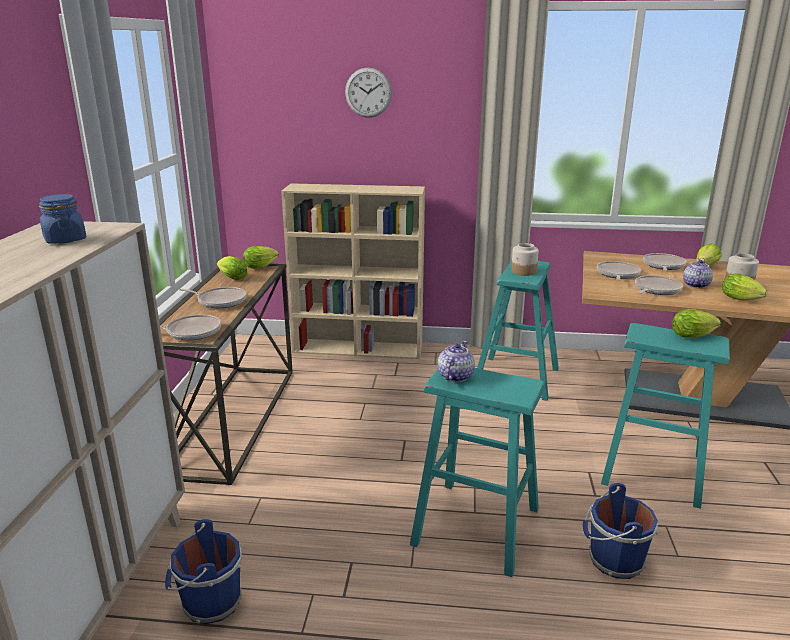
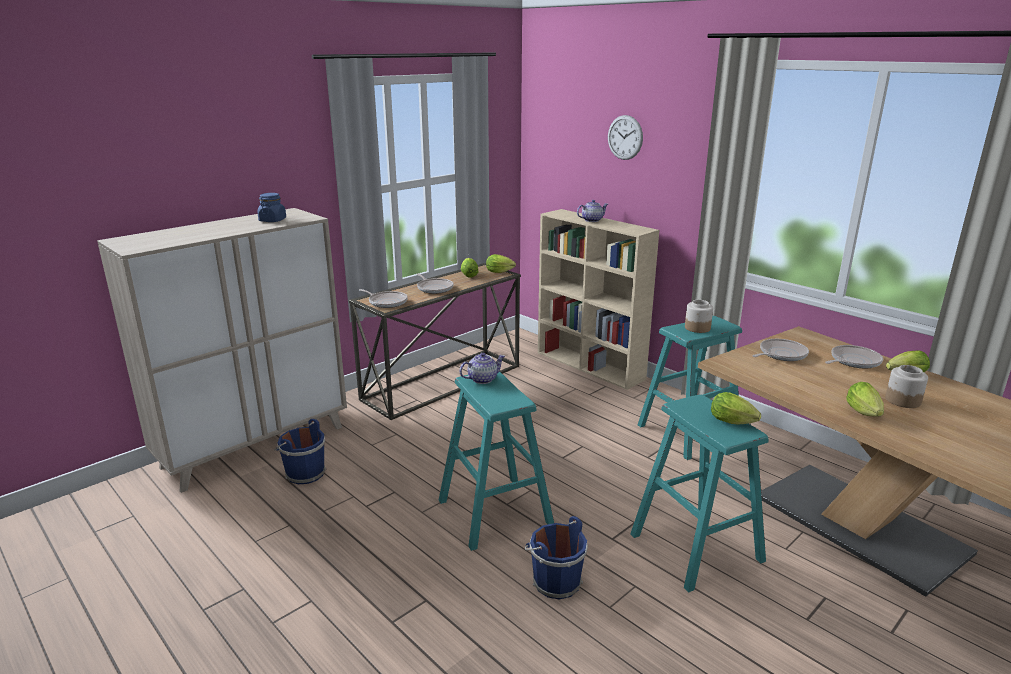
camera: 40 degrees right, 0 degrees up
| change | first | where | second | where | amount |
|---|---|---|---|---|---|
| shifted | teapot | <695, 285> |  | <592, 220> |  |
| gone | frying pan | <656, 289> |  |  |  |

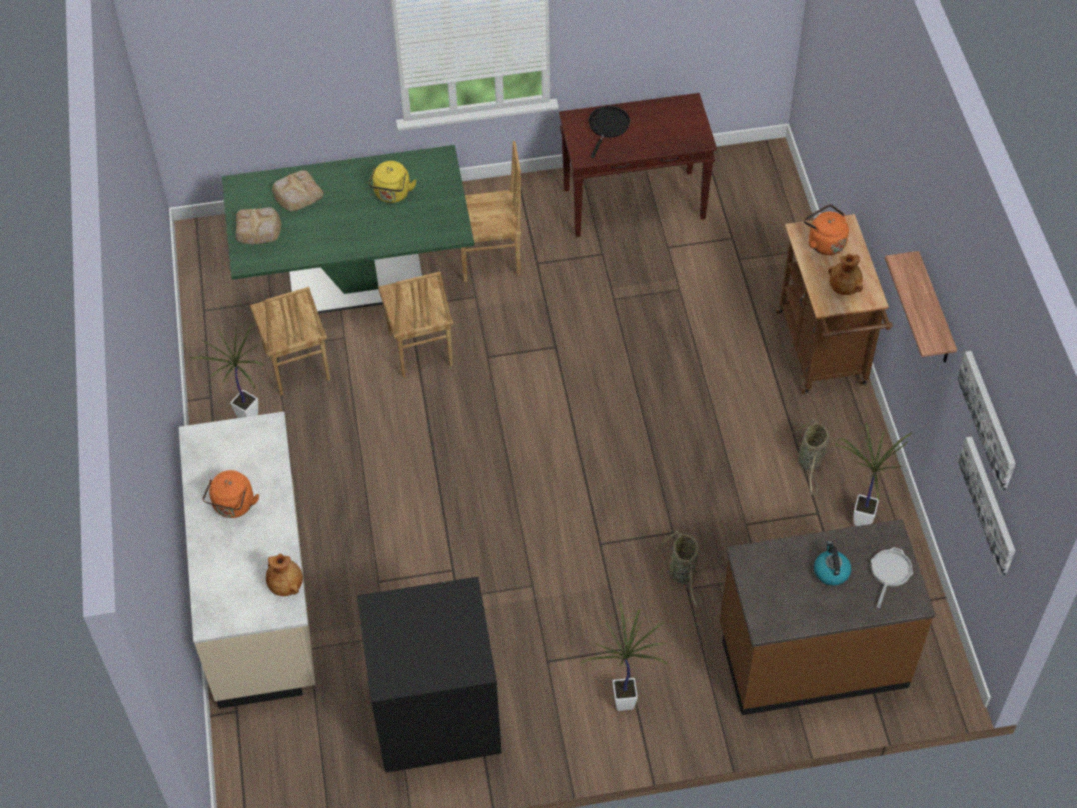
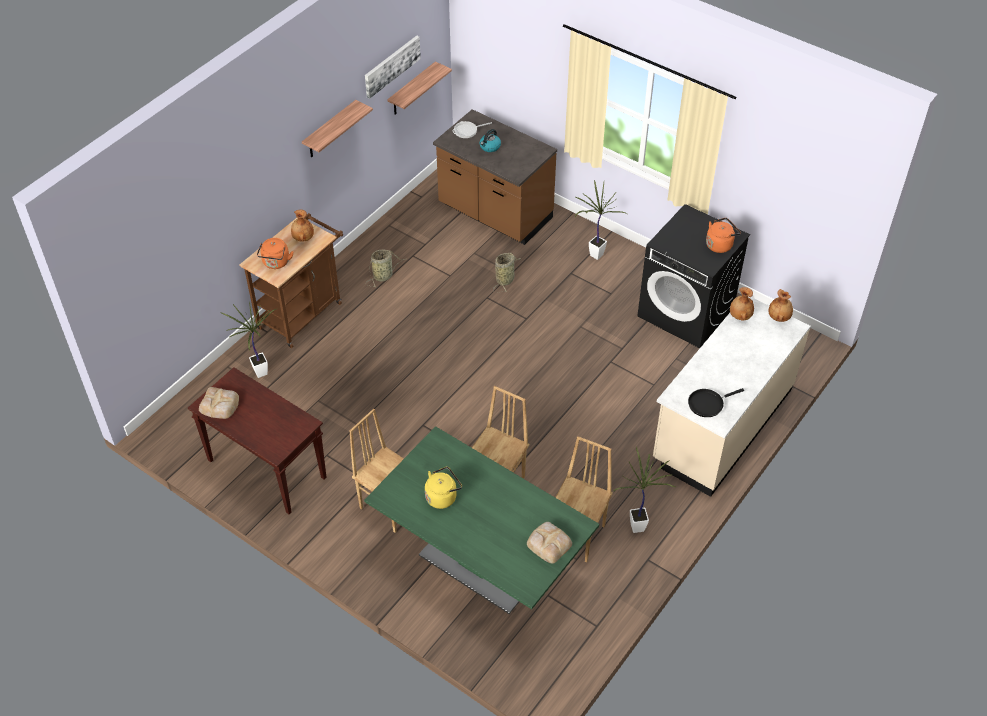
camera: 135 degrees left, 5 degrees down
| change | first | where | second | where | amount |
|---|---|---|---|---|---|
| shifted | bread | <296, 193> |  | <220, 405> |  |
| shifted | potted plant | <859, 518> |  | <260, 375> |  |
| swapped | picture | <989, 504> | shelf | <412, 90> |  |
| shifted | black frying pan | <608, 127> |  | <708, 404> |  |
| shifted | orange kettle | <233, 506> |  | <720, 244> |  |
| new |  |  | brown vase | <779, 317> |  |

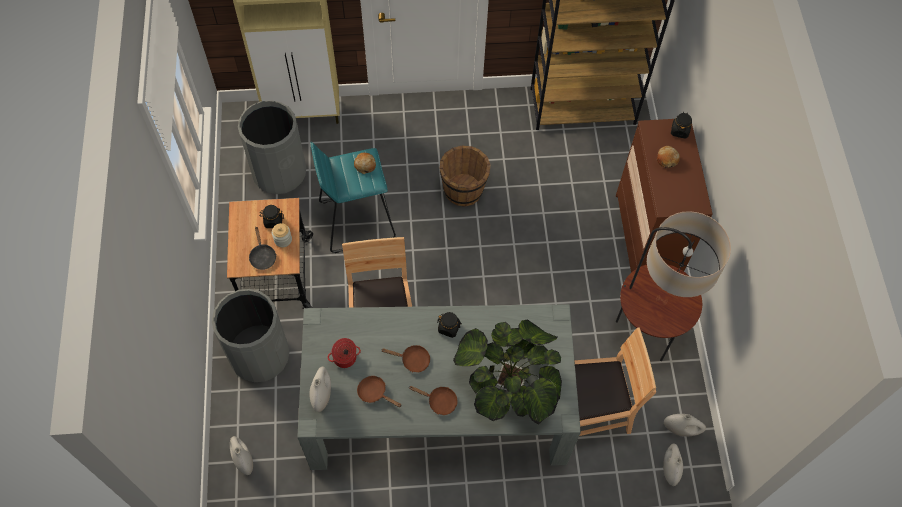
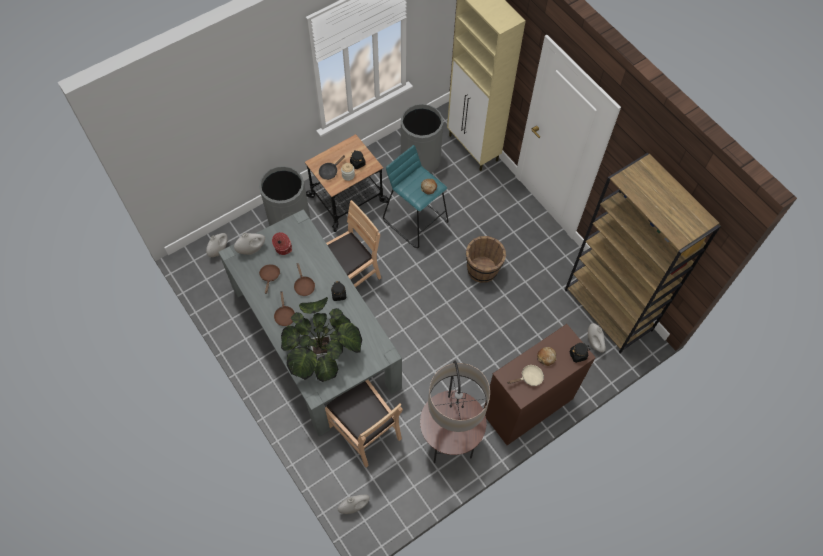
camera: 60 degrees right, 0 degrees up
| change | first | where | second | where | amount |
|---|---|---|---|---|---|
| new |  |  | beige frying pan | <529, 378> |  |
| shifted | white vase | <680, 430> |  | <594, 343> |  |

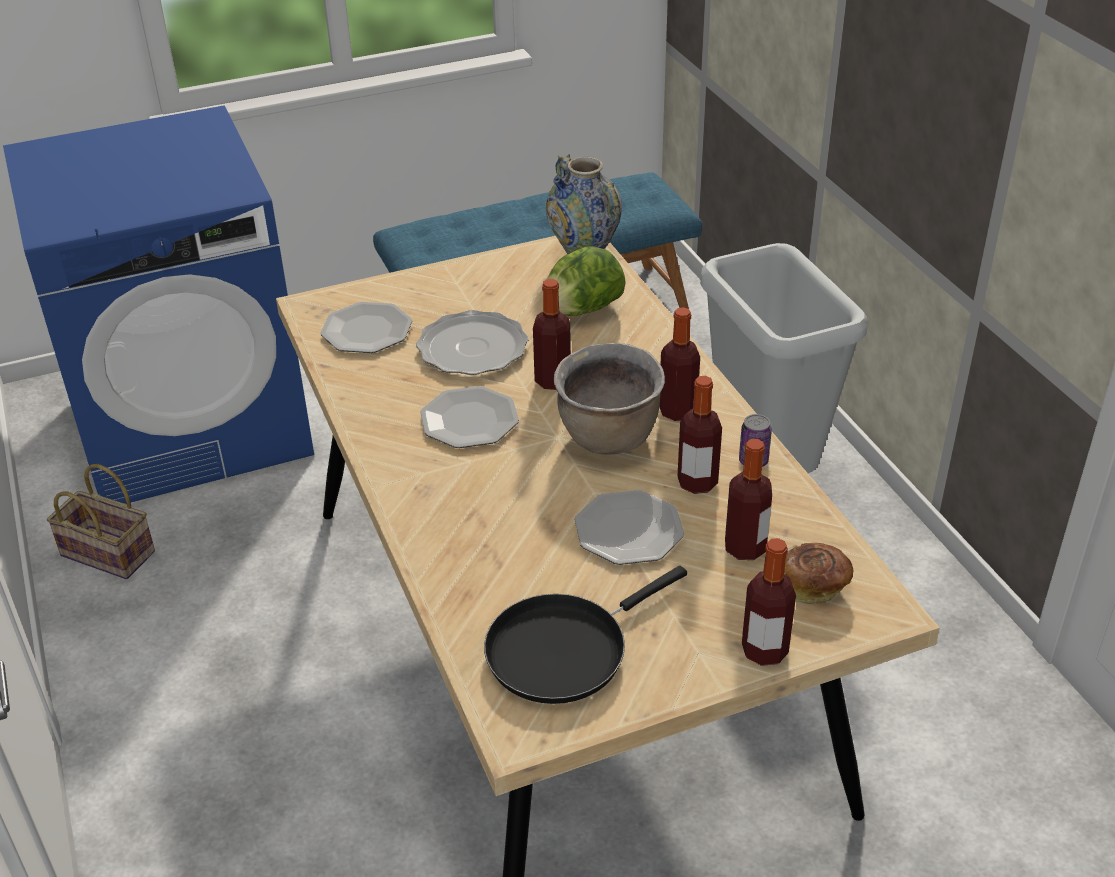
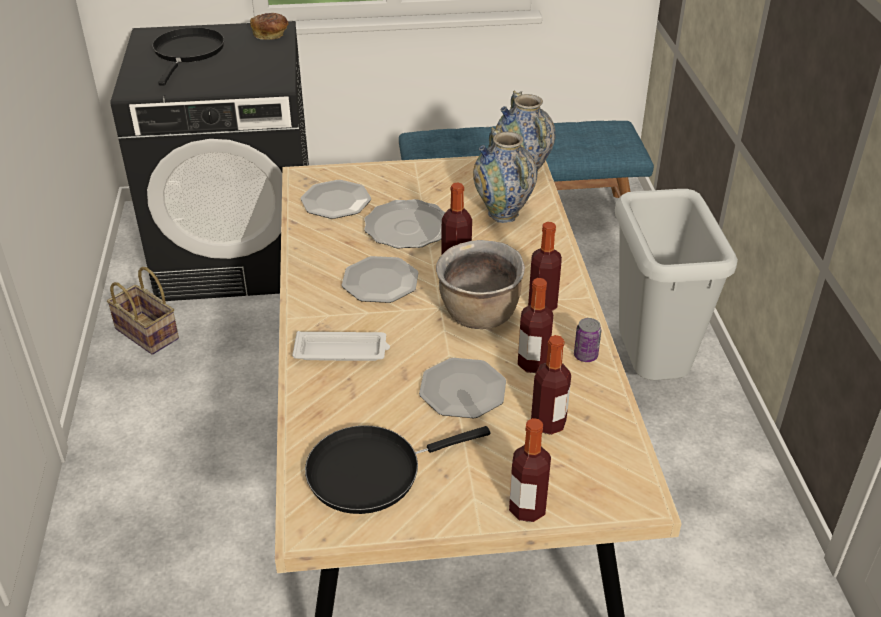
camera: 15 degrees right, 0 degrees up
| change | first | where | second | where | amount |
|---|---|---|---|---|---|
| repainted | blue washing machine | <194, 424> | black washing machine | <240, 253> |  |
| new |  |  | black frying pan | <188, 53> |  |
| shifted | bread | <813, 585> |  | <271, 35> |  |
| new |  |  | white tray | <342, 351> |  |
| swapped | lettuce | <582, 310> | vase | <503, 214> |  |

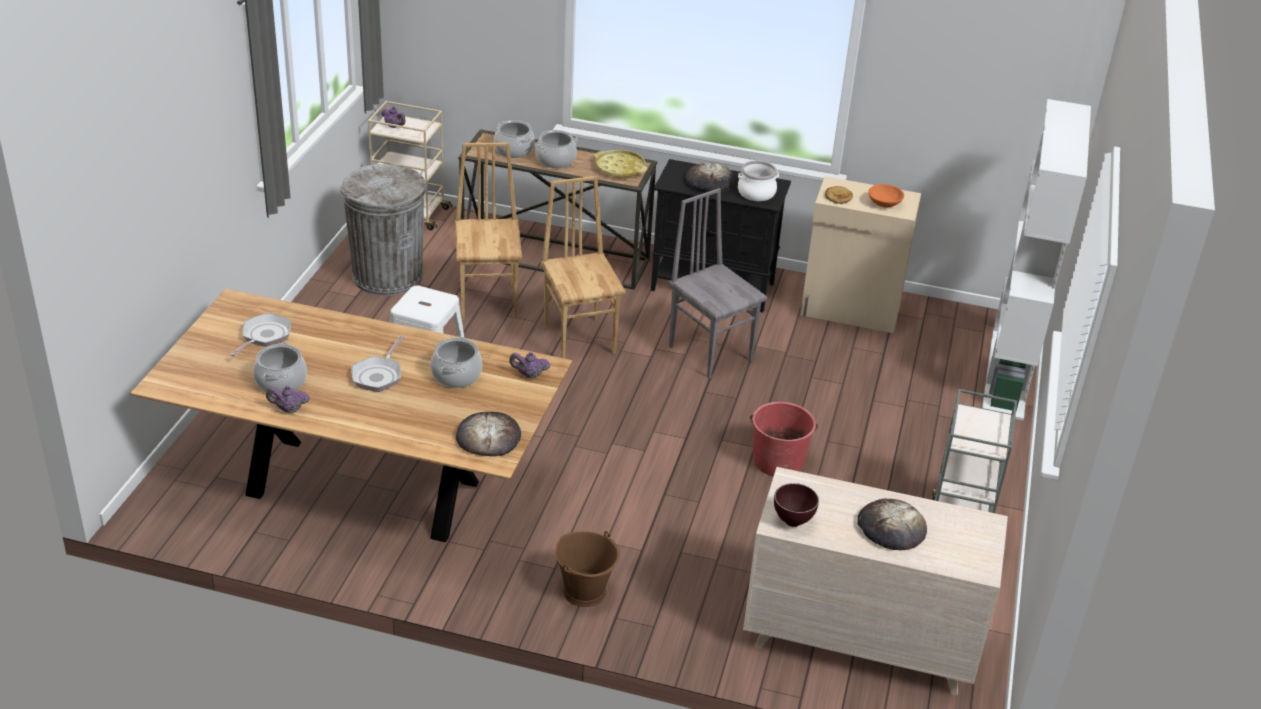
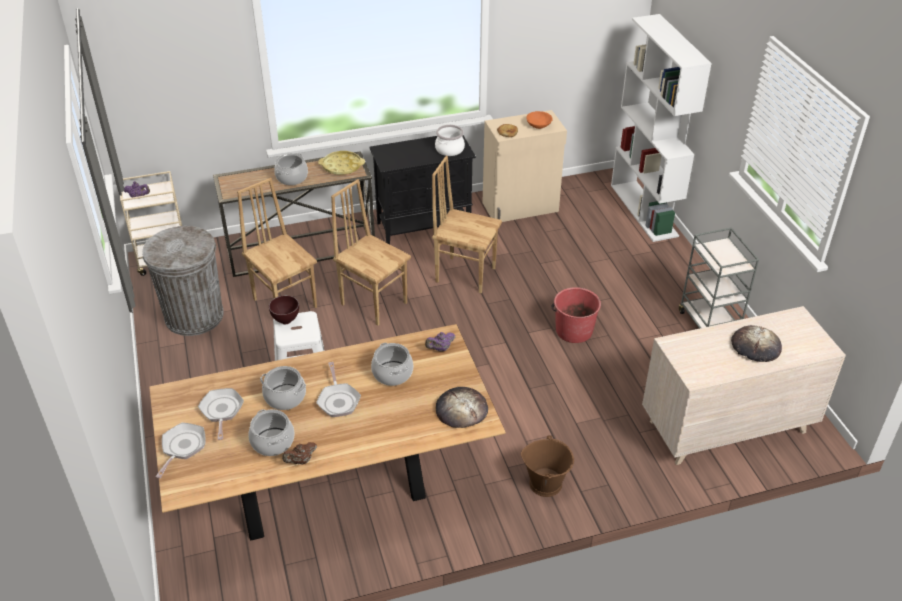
camera: 30 degrees left, 5 degrees up
| change | first | where | second | where | amount |
|---|---|---|---|---|---|
| new |  |  | frying pan | <182, 447> |  |
| shifted | cooking pot | <514, 150> |  | <285, 397> |  |
| shifted | brown bowl | <793, 521> |  | <286, 320> |  |
| repainted | purple teapot | <289, 409> | brown teapot | <301, 461> |  |
| repainted | grey chair | <711, 352> | brown chair | <465, 274> |  |
| gone | bread | <710, 182> |  |  |  |

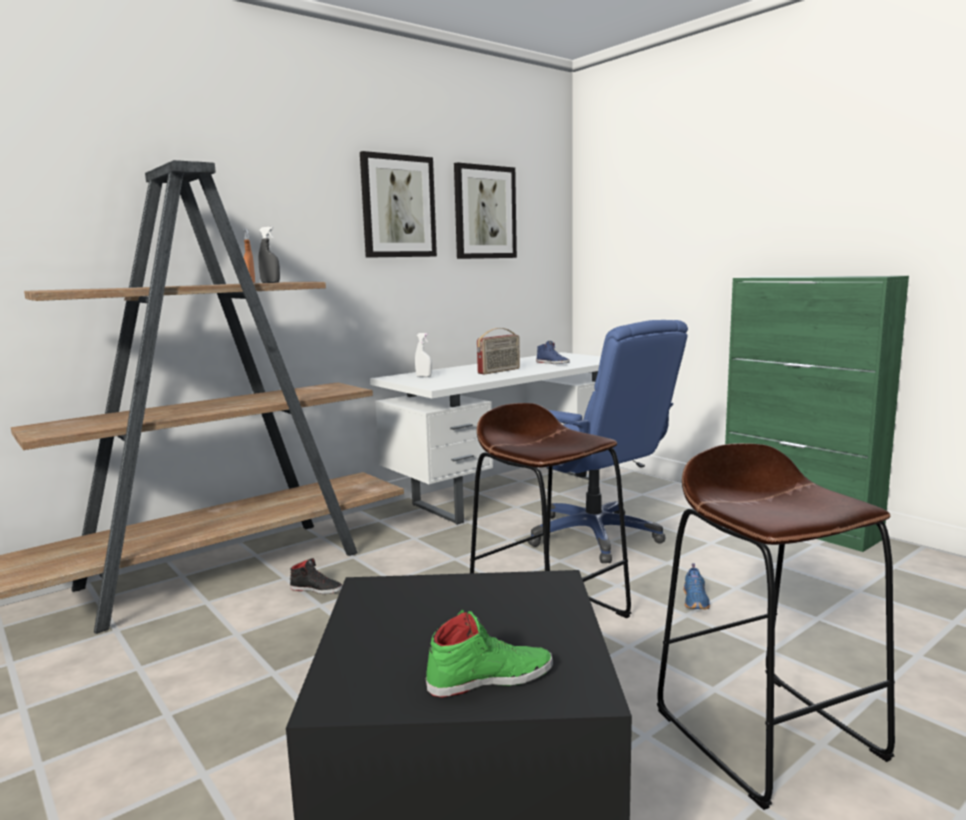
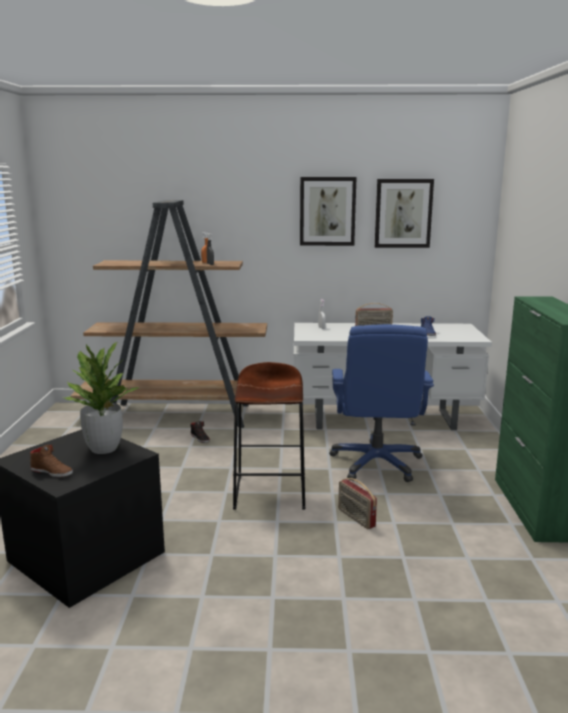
camera: 40 degrees right, 5 degrees up
| change | first | where | second | where | amount |
|---|---|---|---|---|---|
| repainted | green shoe | <489, 677> | brown shoe | <52, 471> |  |
| new |  |  | potted plant | <104, 448> |  |
| swapped | blue shoe | <696, 601> | radio | <355, 518> |  |
| gone | brown stool | <767, 733> |  |  |  |

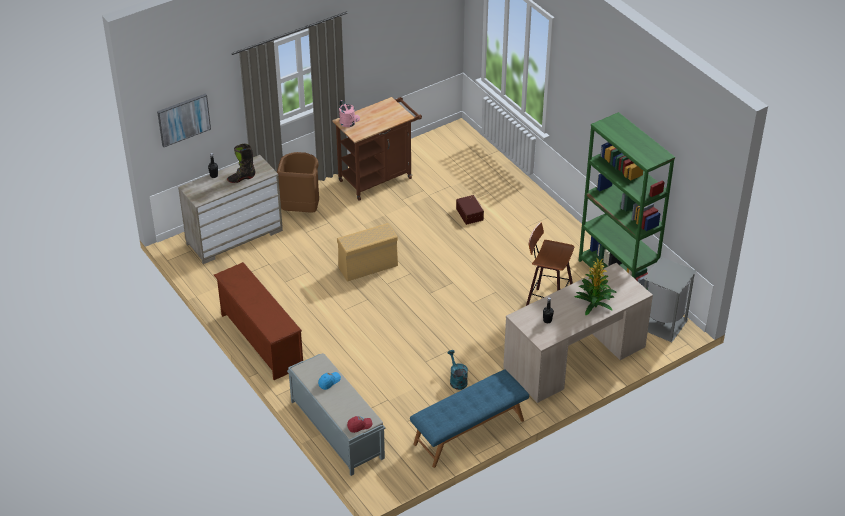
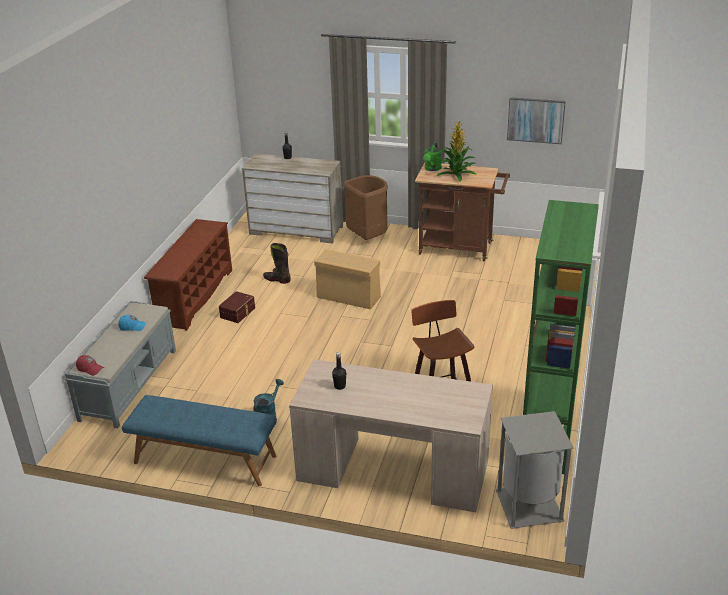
camera: 50 degrees right, 10 degrees down
| change | first | where | second | where | amount |
|---|---|---|---|---|---|
| shifted | brown storage box | <470, 214> |  | <238, 313> |  |
| shifted | black boot | <241, 178> |  | <277, 280> |  |
| repainted | pink watering can | <349, 124> | green watering can | <432, 169> |  |
| shifted | potted plant | <594, 302> |  | <457, 174> |  |
| shifted | picture | <183, 119> |  | <535, 120> |  |

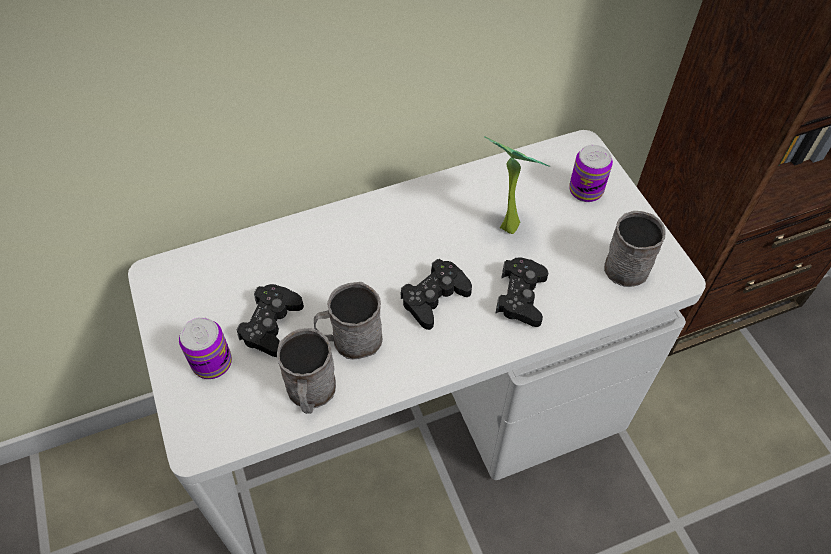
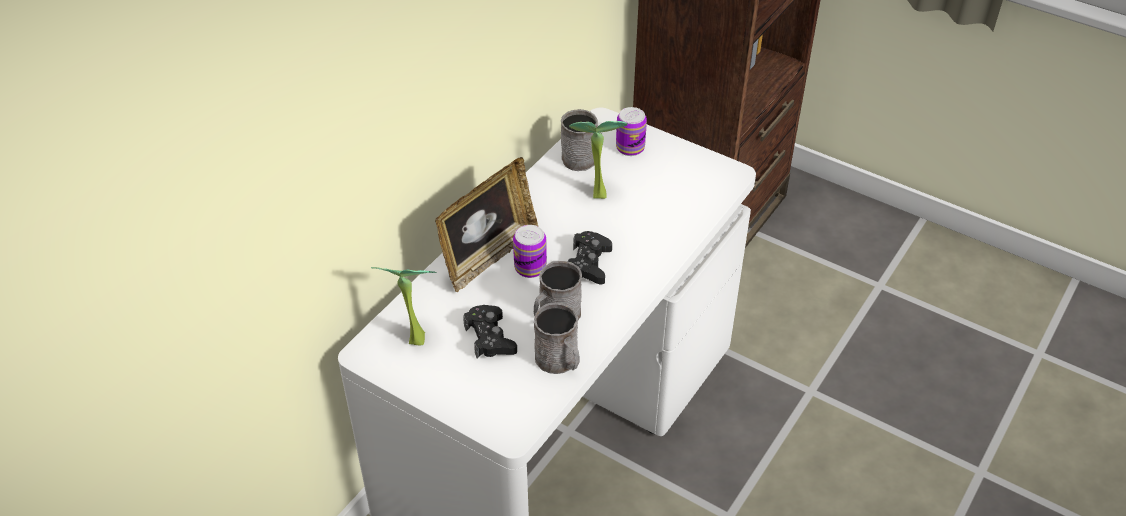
camera: 35 degrees left, 10 degrees down
| change | first | where | second | where | amount |
|---|---|---|---|---|---|
| new |  |  | potted plant | <414, 336> |  |
| new |  |  | picture frame | <488, 256> |  |
| shifted | can | <212, 363> |  | <530, 267> |  |
| shifted | grey mug | <628, 262> |  | <578, 155> |  |
| gone | black game controller | <521, 297> |  |  |  |

